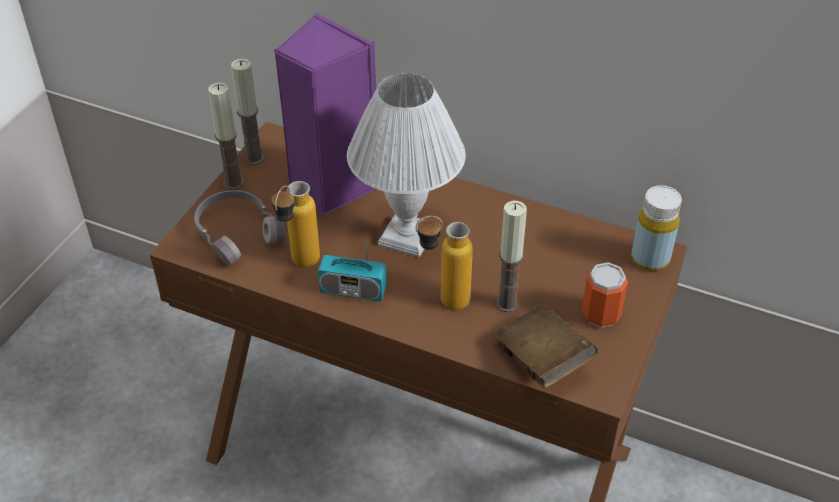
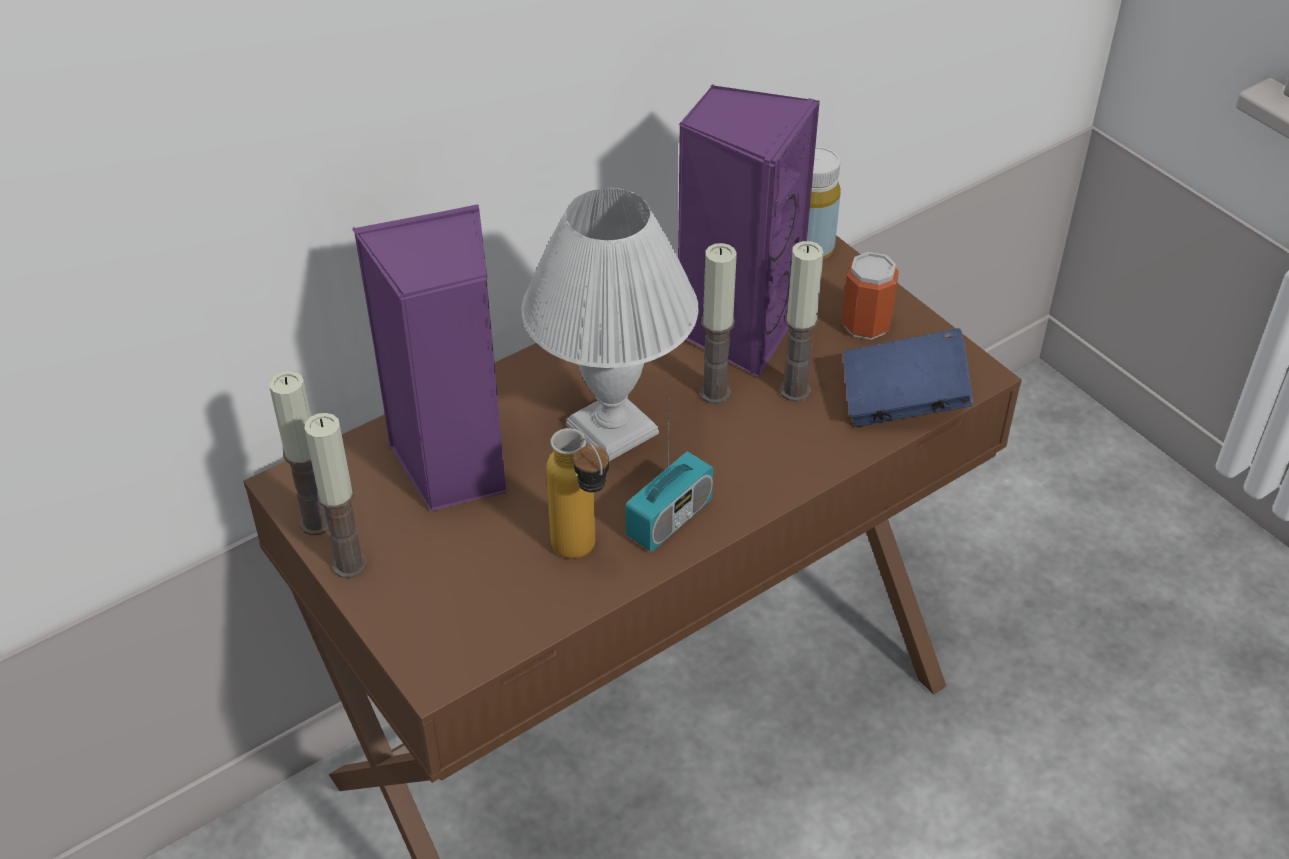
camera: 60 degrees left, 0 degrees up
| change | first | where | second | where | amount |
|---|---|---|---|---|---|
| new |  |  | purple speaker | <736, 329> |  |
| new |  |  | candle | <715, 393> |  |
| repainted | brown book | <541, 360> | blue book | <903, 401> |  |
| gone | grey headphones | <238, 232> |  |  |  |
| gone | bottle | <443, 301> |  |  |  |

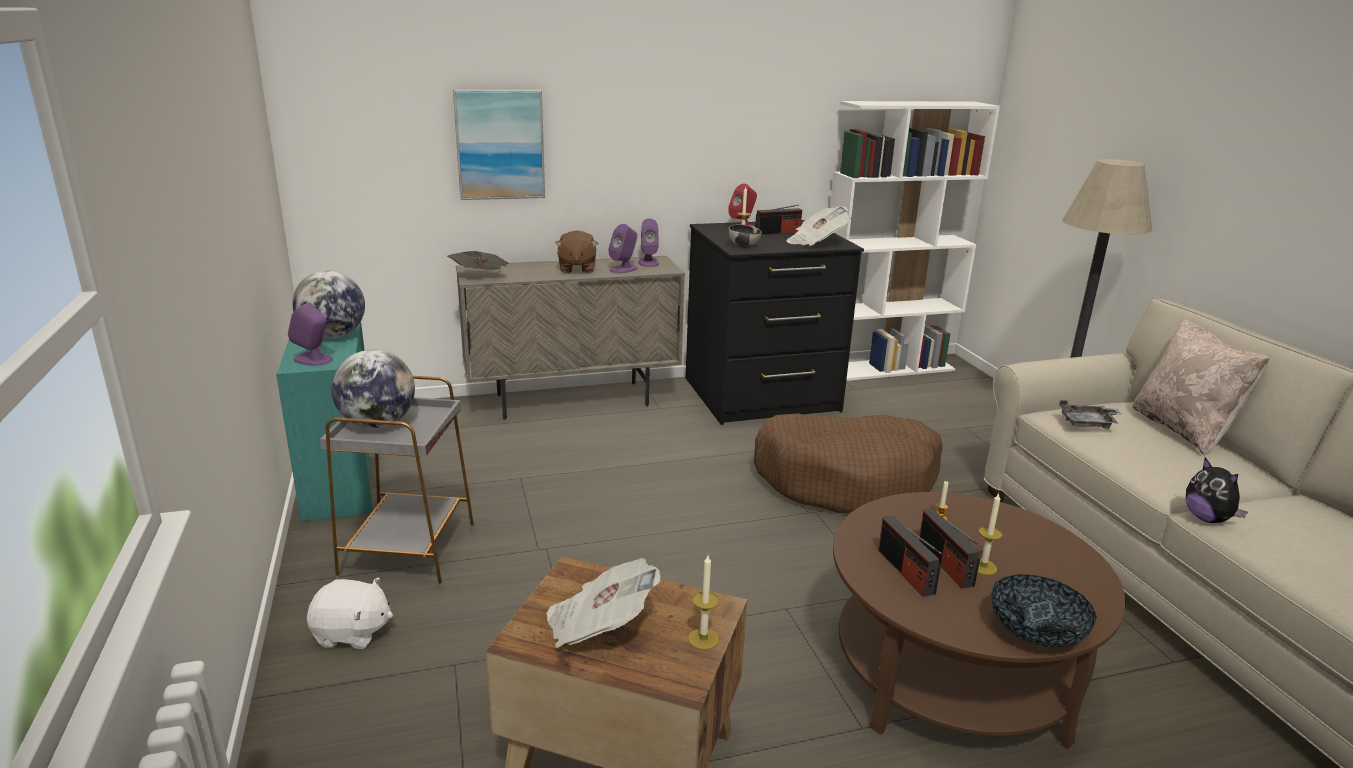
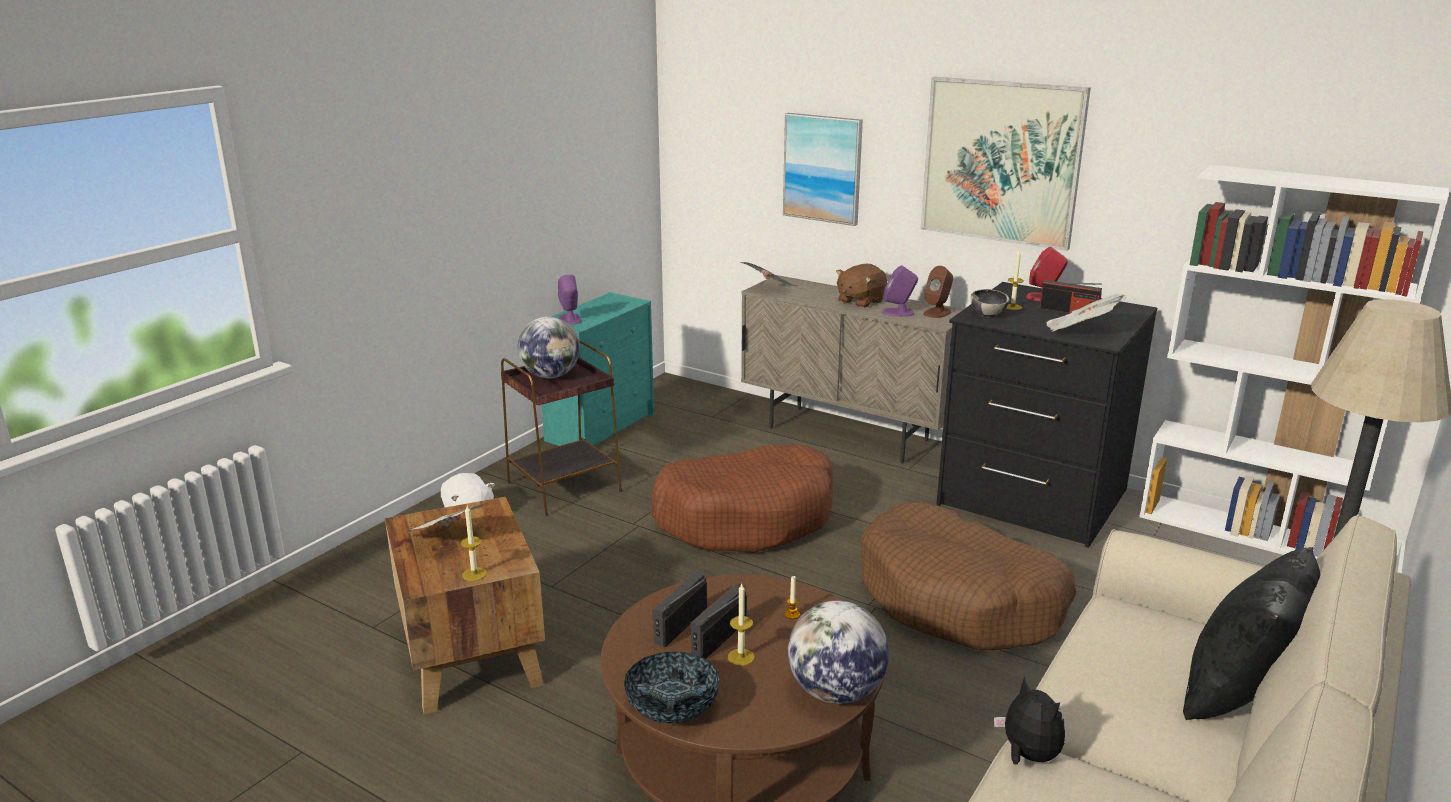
camera: 50 degrees right, 0 degrees up
| change | first | where | second | where | amount |
|---|---|---|---|---|---|
| repainted | grey side table | <407, 553> | brown side table | <563, 487> |  |
| new |  |  | brown dog bed | <746, 517> |  |
| shifted | globe | <333, 336> |  | <835, 692> |  |
| new |  |  | picture | <1001, 162> |  |
| repainted | purple speaker | <648, 262> | brown speaker | <937, 313> |  |
| rotated | plush toy | <1207, 519> |  | <1027, 756> | 120 degrees clockwise |
| repainted | beige pillow | <1183, 430> | black pillow | <1239, 694> |  |
| gone | grey tray | <1088, 423> |  |  |  |

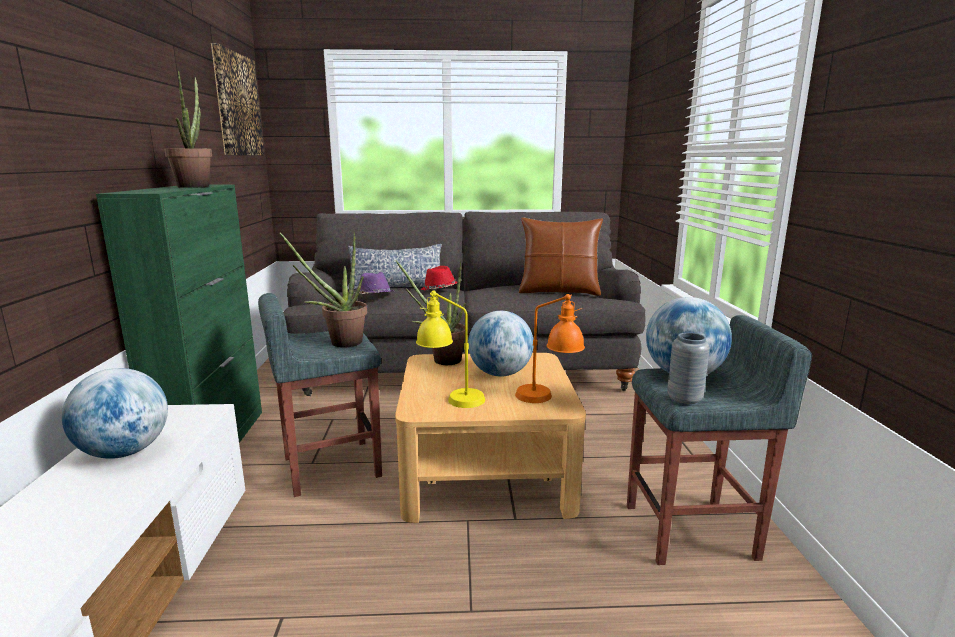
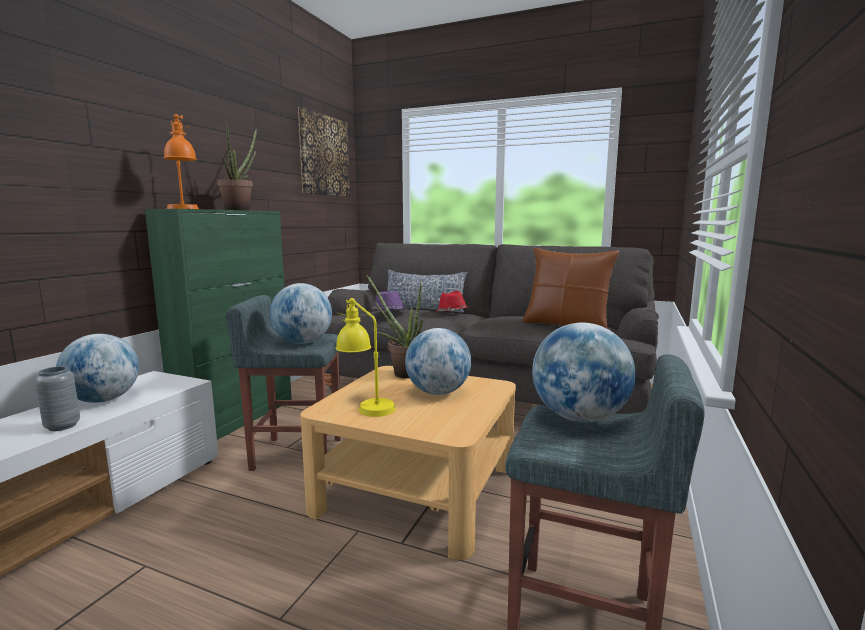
camera: 25 degrees right, 5 degrees down
| change | first | where | second | where | amount |
|---|---|---|---|---|---|
| shifted | grey vase | <684, 400> |  | <62, 426> |  |
| shifted | orange table lamp | <548, 399> |  | <184, 208> |  |
| swapped | potted plant | <339, 343> | globe | <303, 342> |  |

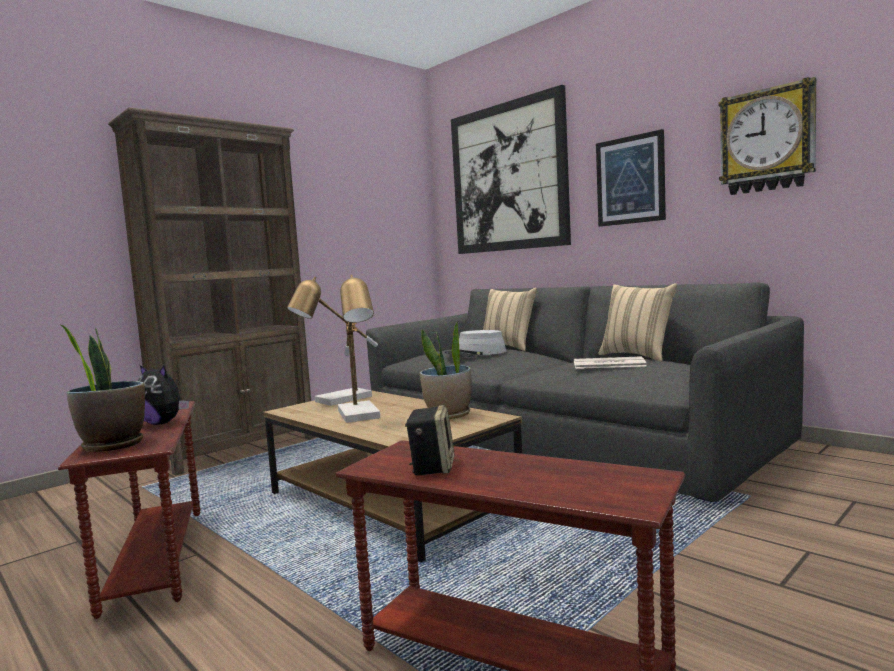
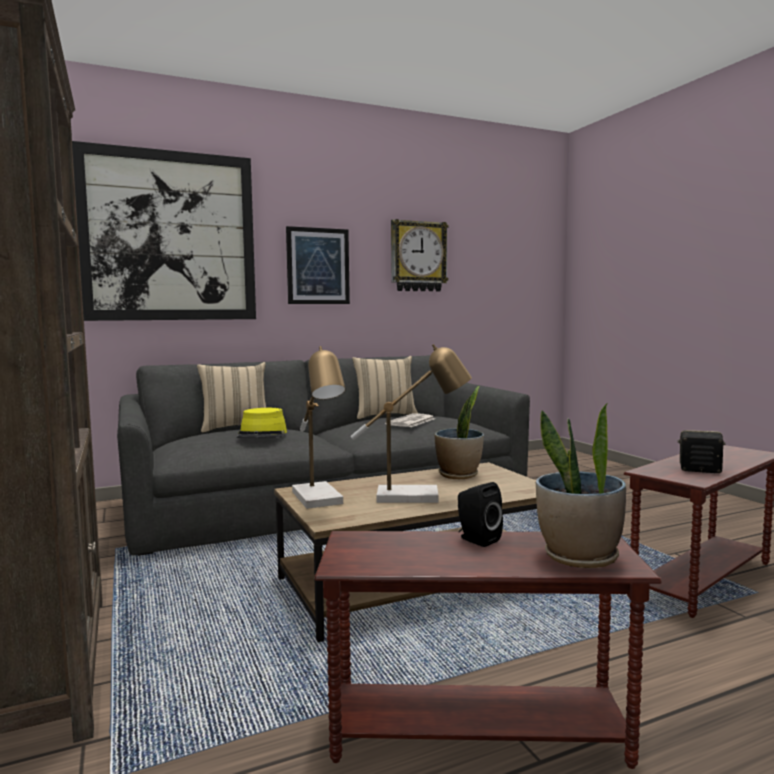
camera: 70 degrees left, 0 degrees up
| change | first | where | second | where | amount |
|---|---|---|---|---|---|
| repainted | grey hat | <476, 353> | yellow hat | <262, 434> |  |
| swapped | plush toy | <162, 423> | black speaker | <476, 539> |  |

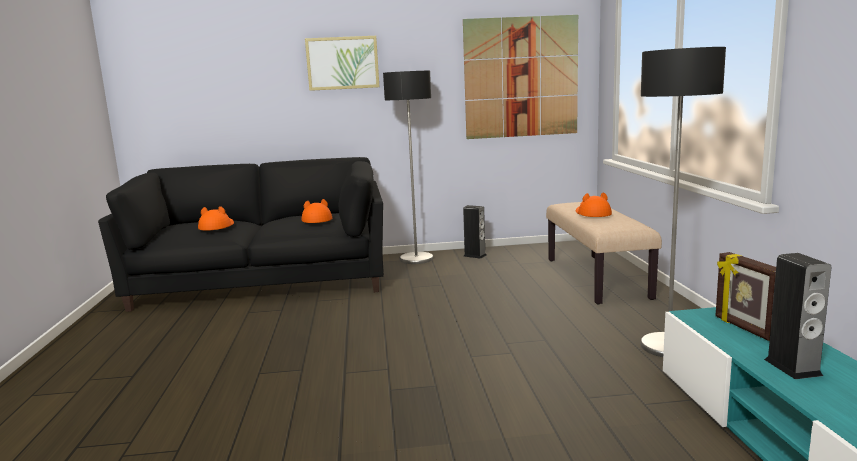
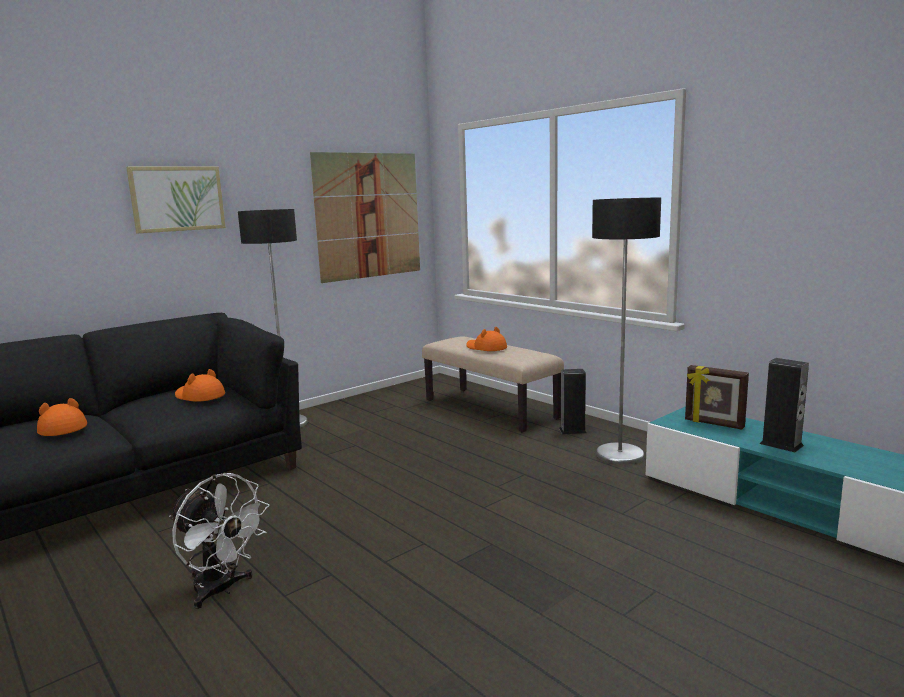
camera: 35 degrees left, 0 degrees up
| change | first | where | second | where | amount |
|---|---|---|---|---|---|
| new |  |  | white fan | <221, 590> |  |
| shifted | speaker | <475, 255> |  | <572, 430> |  |

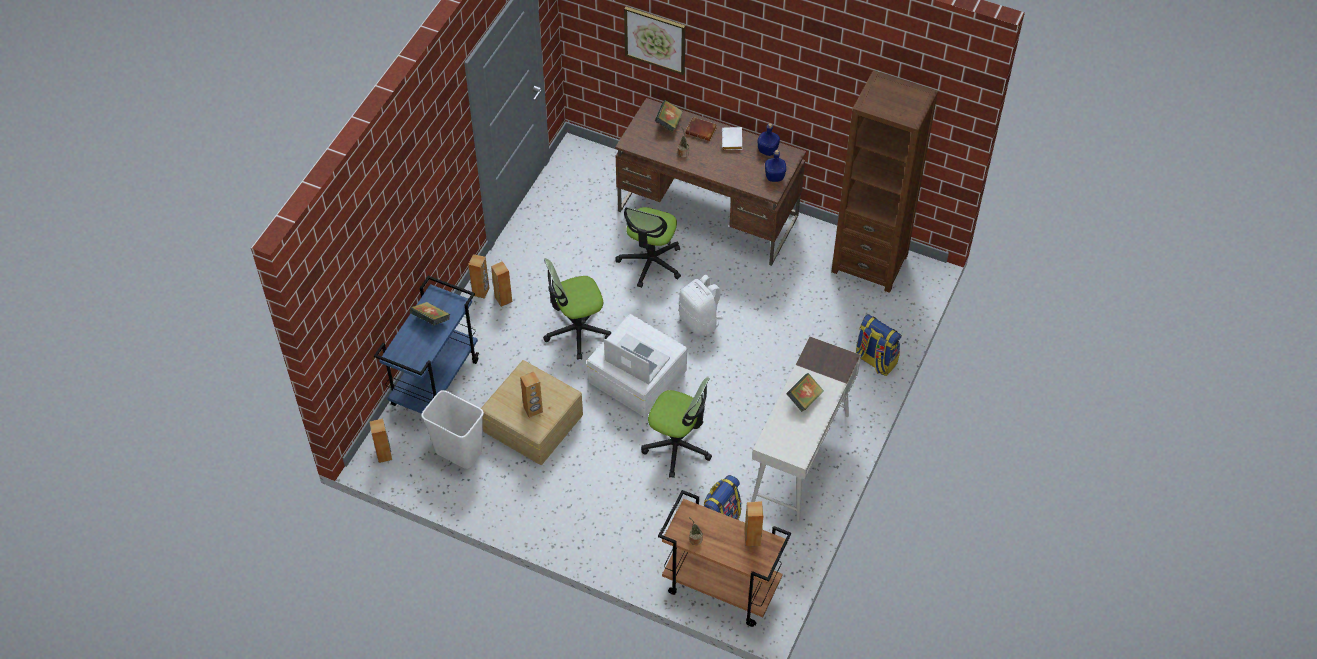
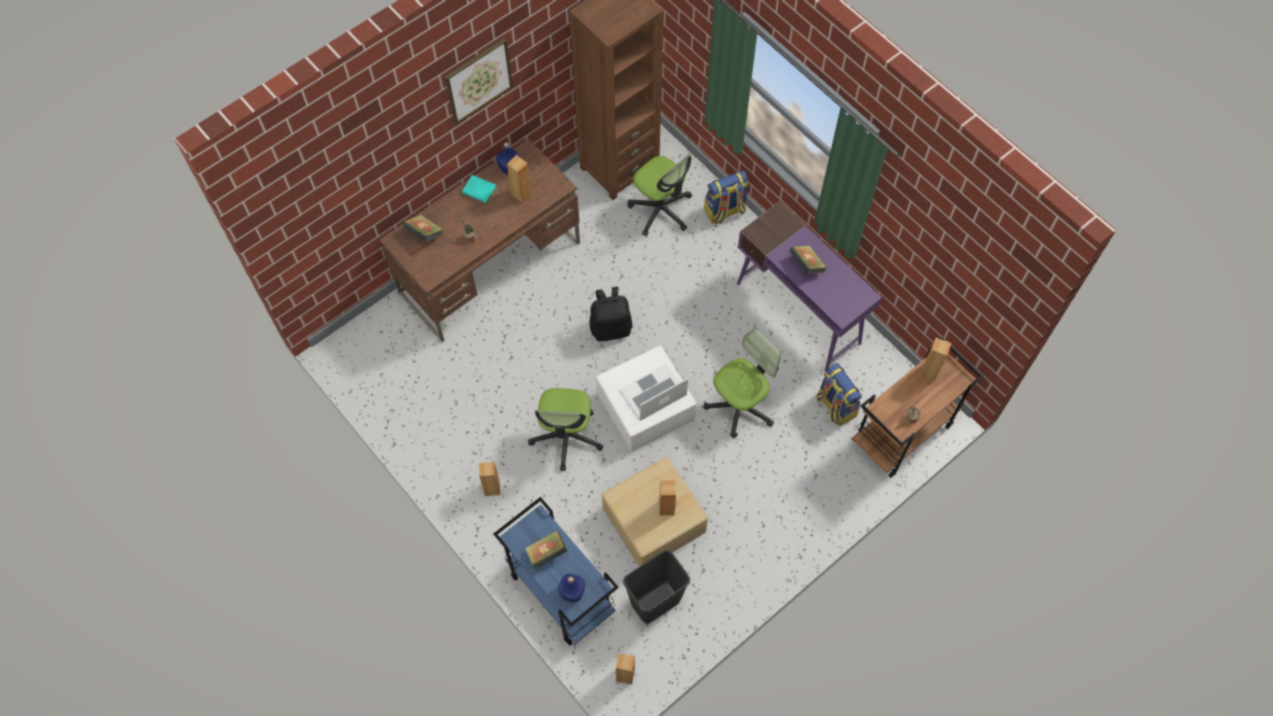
camera: 65 degrees left, 10 degrees up
| change | first | where | second | where | amount |
|---|---|---|---|---|---|
| shifted | picture | <655, 39> |  | <478, 80> |  |
| repainted | white book | <733, 141> | turquoise book | <481, 190> |  |
| shifted | brown speaker | <481, 291> |  | <521, 194> |  |
| shifted | blue bottle | <774, 177> |  | <572, 592> |  |
| repainted | white backpack | <700, 321> | black backpack | <611, 327> |  |
| repainted | white trash can | <458, 452> | black trash can | <655, 602> |  |
| shifted | office chair | <650, 263> |  | <661, 210> |  |
| repainted | white desk | <800, 458> | purple desk | <798, 313> |  |
| gone | brown book | <702, 131> |  |  |  |

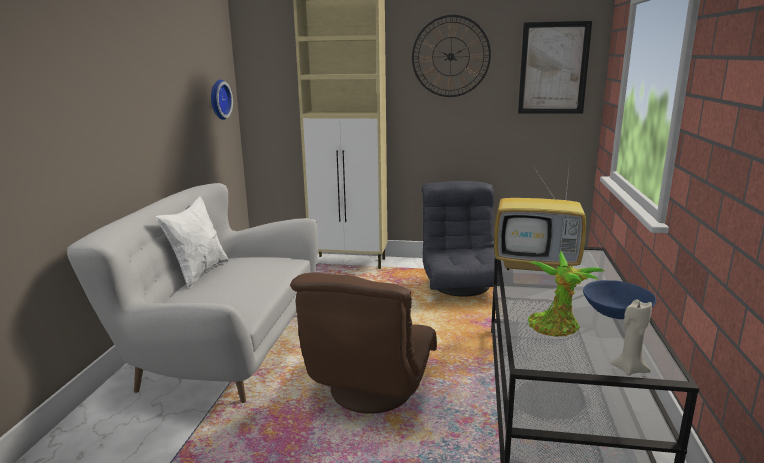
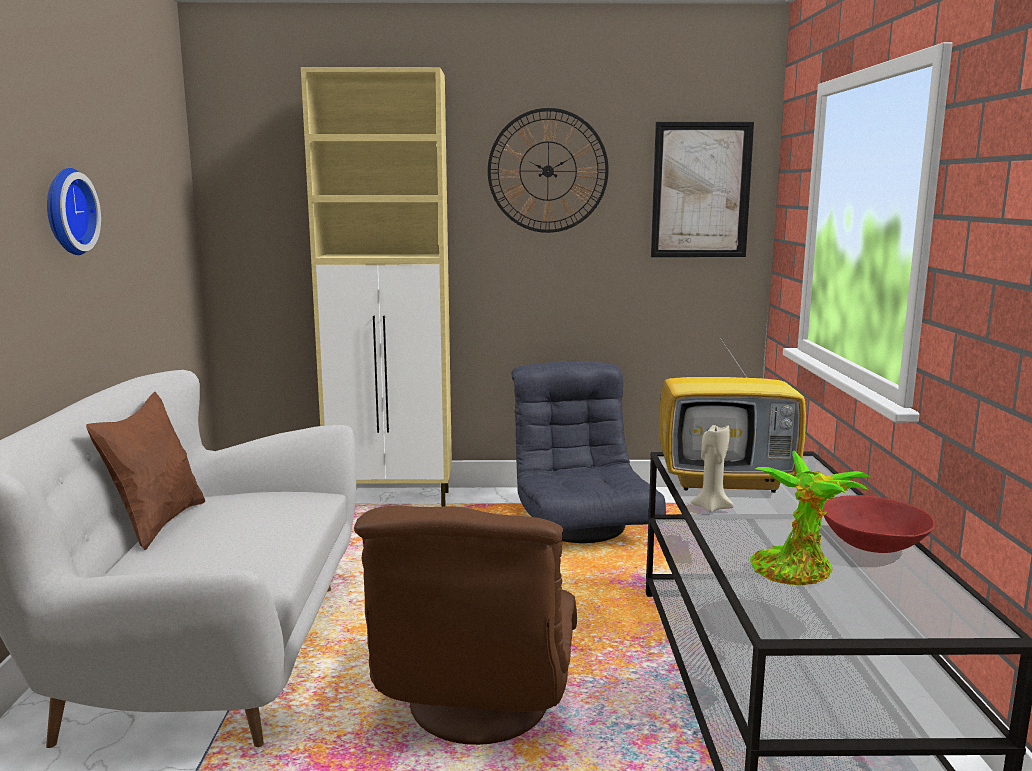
camera: 10 degrees left, 5 degrees down
| change | first | where | second | where | amount |
|---|---|---|---|---|---|
| shifted | wall clock | <218, 99> |  | <66, 211> |  |
| repainted | white pillow | <199, 273> | brown pillow | <156, 524> |  |
| shifted | beige candle | <629, 369> |  | <711, 507> |  |
| repainted | blue bowl | <616, 314> | red bowl | <873, 546> |  |

